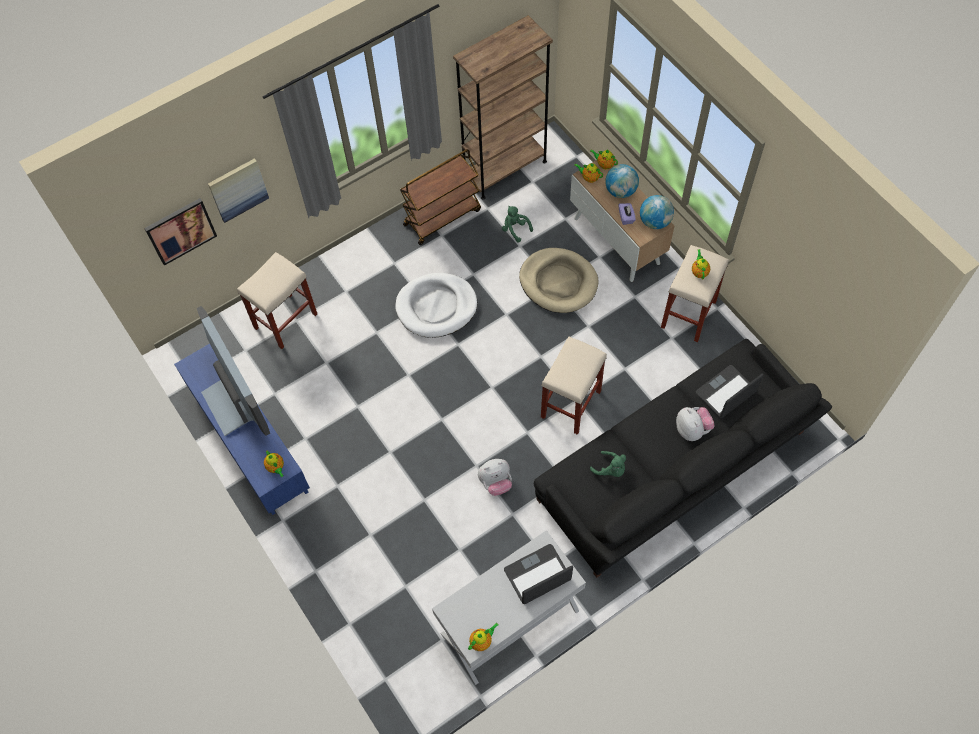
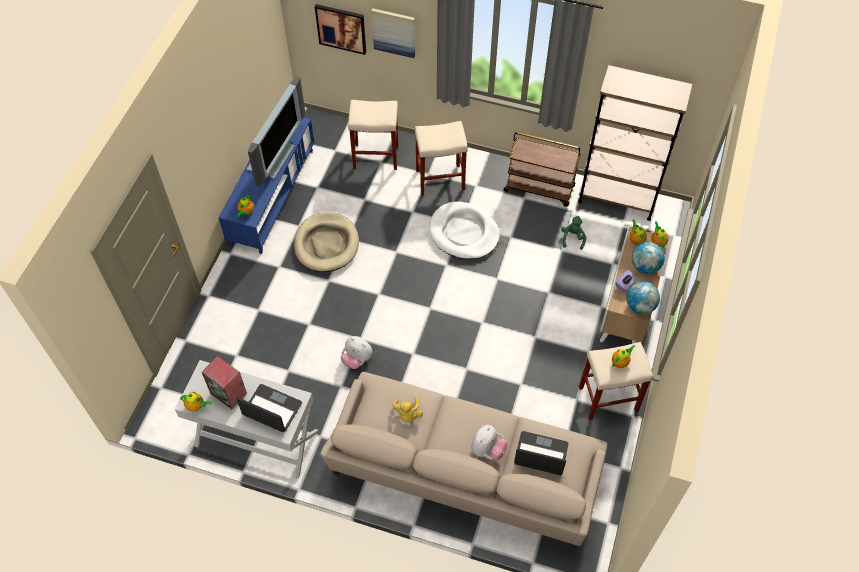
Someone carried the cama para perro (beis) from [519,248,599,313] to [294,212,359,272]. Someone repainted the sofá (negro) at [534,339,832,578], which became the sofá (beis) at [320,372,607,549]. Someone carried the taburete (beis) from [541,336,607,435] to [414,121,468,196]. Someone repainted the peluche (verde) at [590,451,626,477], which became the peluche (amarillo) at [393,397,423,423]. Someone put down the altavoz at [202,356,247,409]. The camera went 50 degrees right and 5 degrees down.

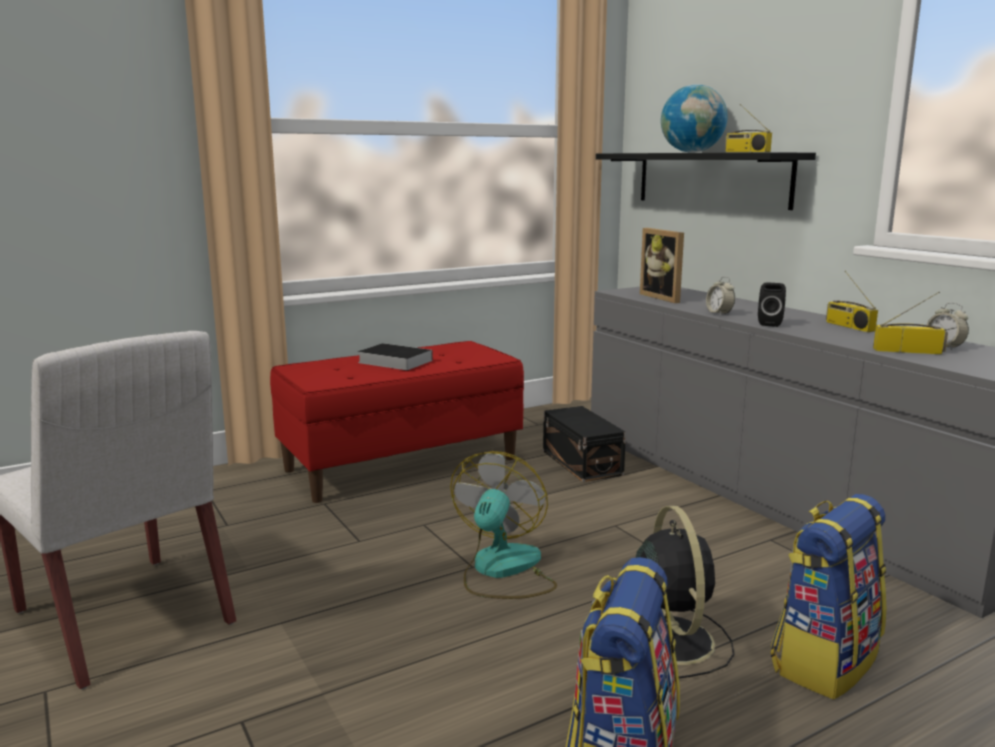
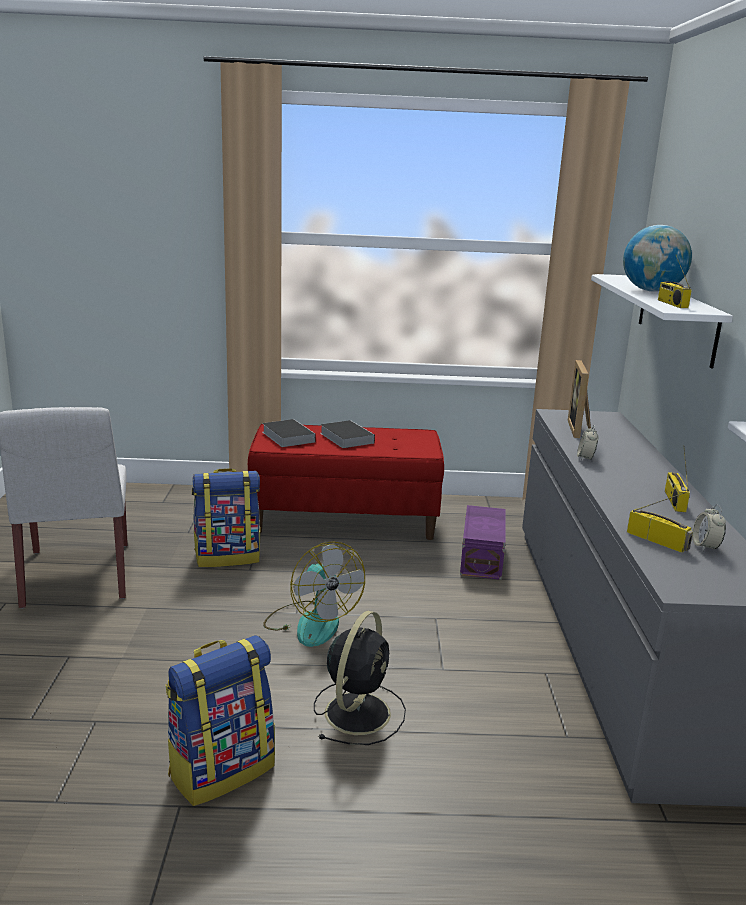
Someone rotated the ventilador at [450,451,557,599] by 105 degrees clockwise. Someone repainted the caja de almacenaje (negro) at [543,406,626,482], which became the caja de almacenaje (morado) at [460,505,506,580]. Someone repainted the estante (negro) at [596,152,816,210], which became the estante (blanco) at [591,274,733,368]. Someone took away the altavoz (negro) at [758,282,786,327]. Someone carried the mochila from [771,494,886,700] to [192,468,260,567]. Someone put down the libro at [262,419,316,447]. The camera went 30 degrees right and 5 degrees up.

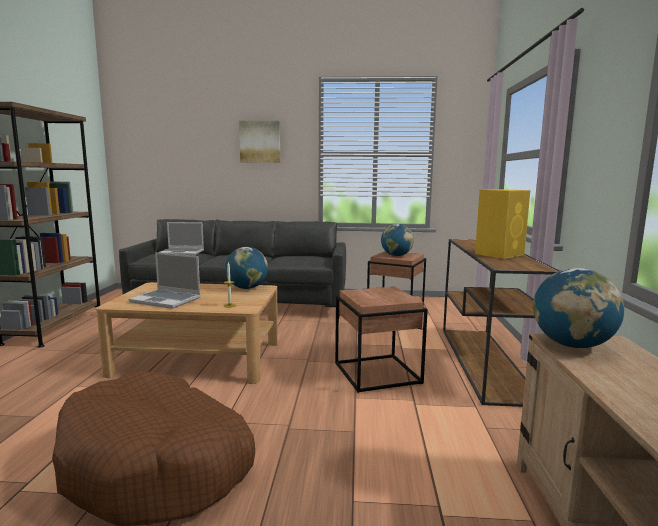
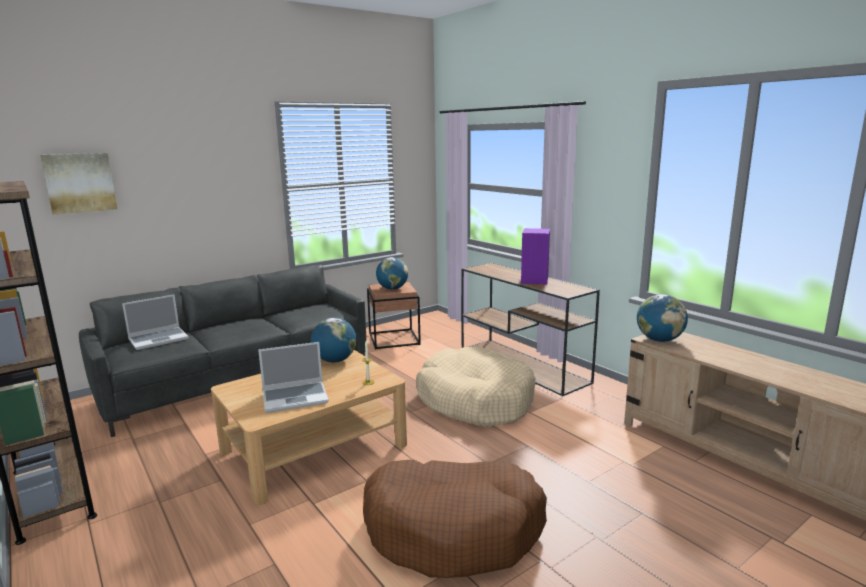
Someone carried the cuadro from [239,121,280,163] to [40,153,117,214]. Someone swapped the mesa auxiliar (marrón) at [335,287,428,393] for the cama para perro (beis) at [416,347,536,427]. Someone repainted the altavoz (amarillo) at [475,189,530,259], which became the altavoz (morado) at [521,228,550,285]. The camera went 40 degrees left and 5 degrees up.

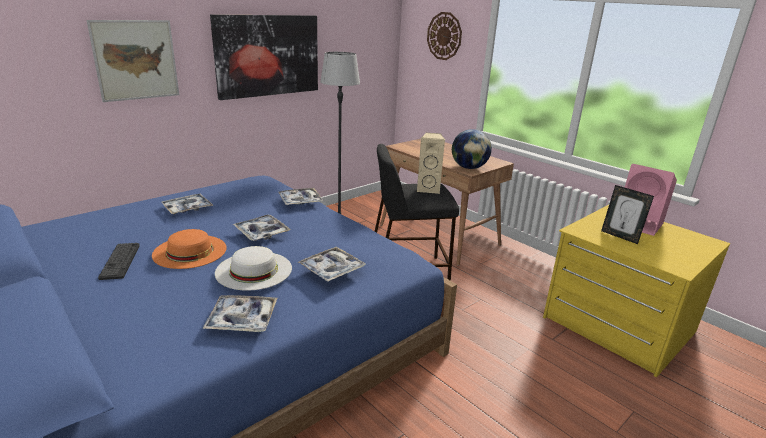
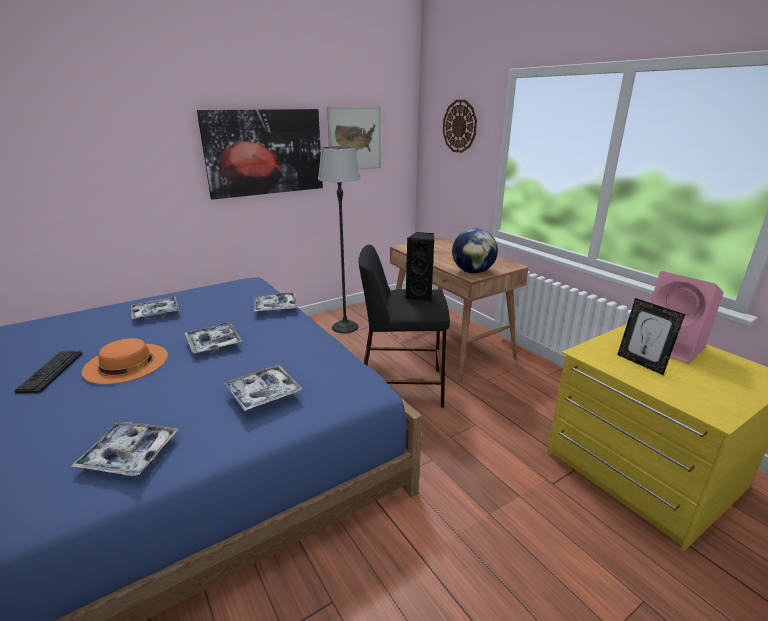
Someone carried the cuadro from [87,20,179,102] to [327,107,381,170]. Someone took away the sombrero (blanco) at [215,246,292,291]. Someone repainted the altavoz (beis) at [417,133,445,194], which became the altavoz (negro) at [406,232,434,302]. The camera went 10 degrees right and 0 degrees up.

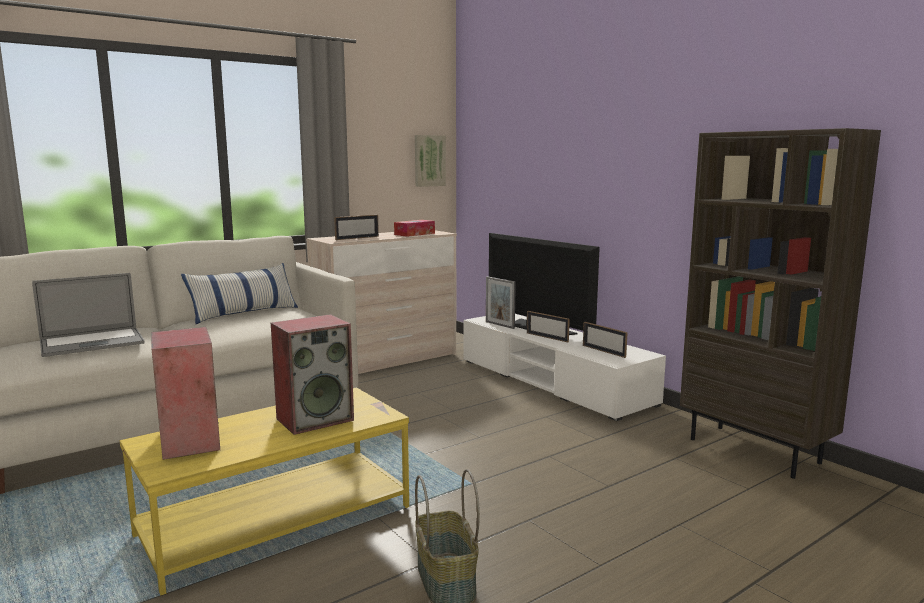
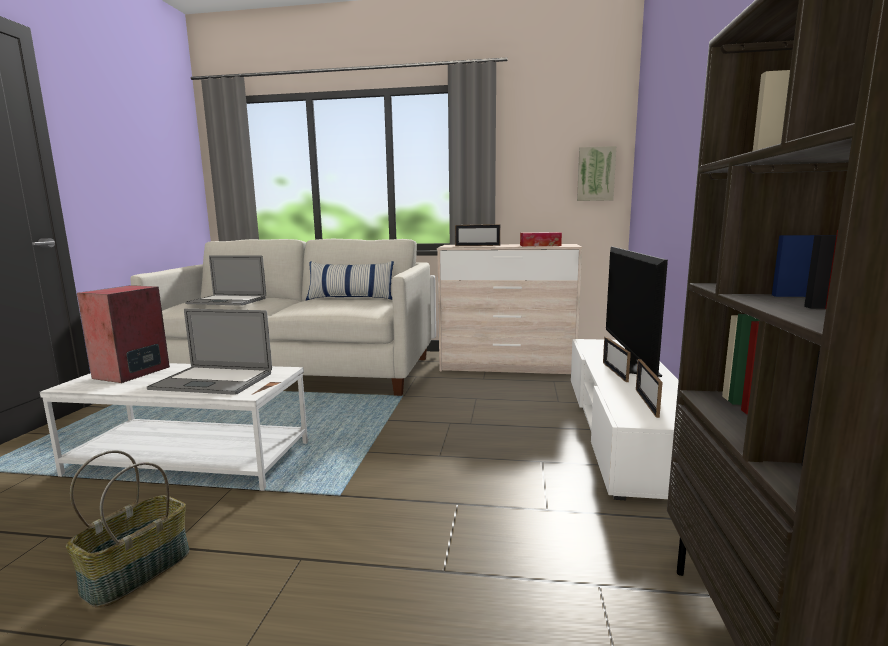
Someone repainted the mesa de centro (amarillo) at [120,387,409,596], which became the mesa de centro (blanco) at [40,363,308,491]. Someone swapped the altavoz at [271,314,354,435] for the portátil at [147,309,272,395]. Someone took away the portarretratos at [486,276,516,329]. The camera went 45 degrees right and 0 degrees up.

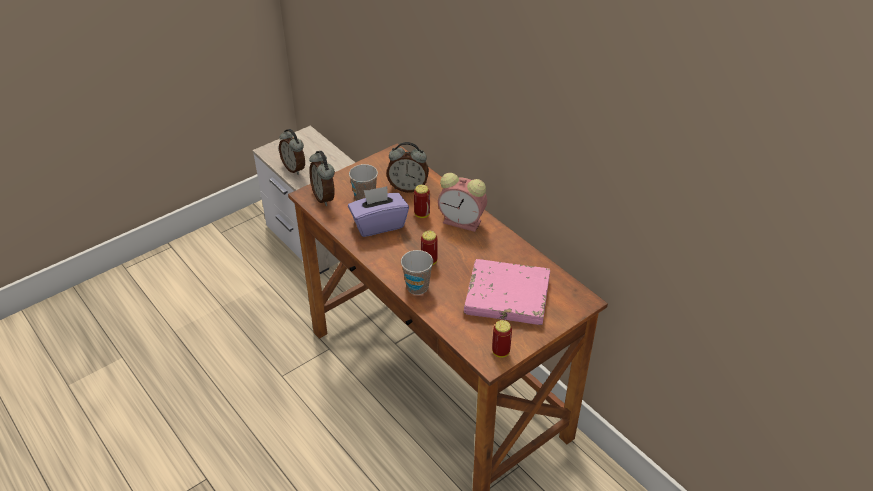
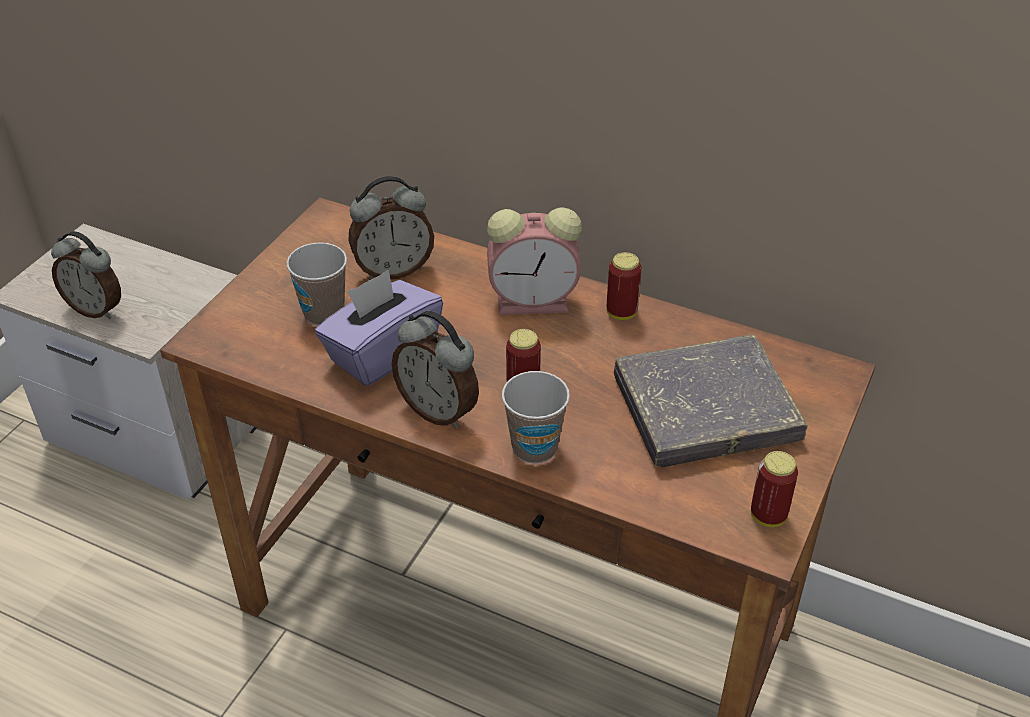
Someone carried the despertador from [309,151,335,206] to [392,311,479,429]. Someone carried the lata from [414,185,430,218] to [607,252,642,320]. Someone repainted the libro (rosa) at [464,259,550,325], which became the libro (gris) at [614,334,807,467]. The camera went 25 degrees left and 0 degrees up.

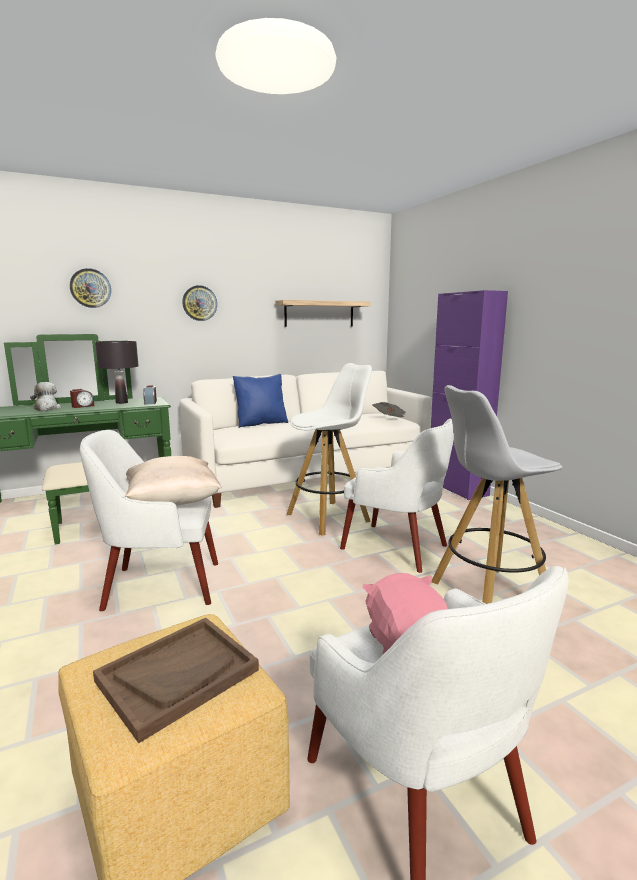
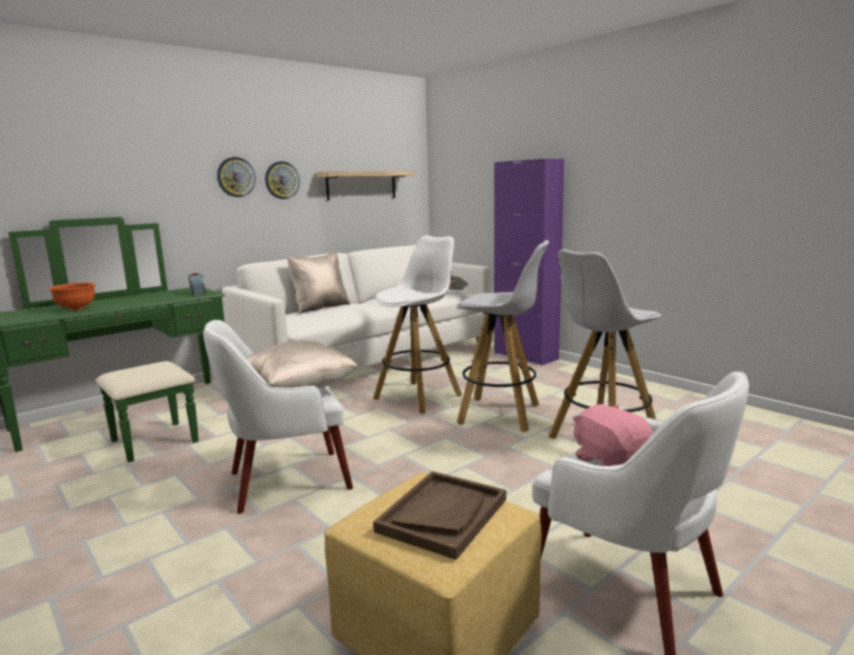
Someone swapped the peluche at [30,382,61,412] for the cuenco (naranja) at [49,283,95,310]. Someone carried the reloj de pared from [70,268,111,308] to [265,161,300,199]. Someone took away the despertador at [70,389,94,408]. Someone took away the lámpara de mesa (negro) at [95,341,139,404]. Someone repainted the cojín (azul) at [233,374,289,428], which became the cojín (beis) at [287,252,350,314]. Someone swapped the sillón (blanco) at [340,419,454,573] for the taburete (blanco) at [457,240,549,432]. The camera went 15 degrees left and 0 degrees up.

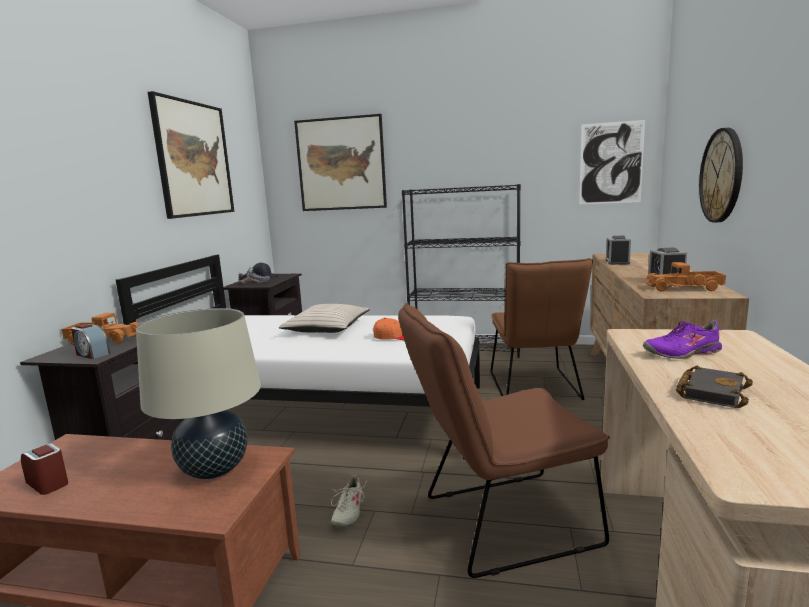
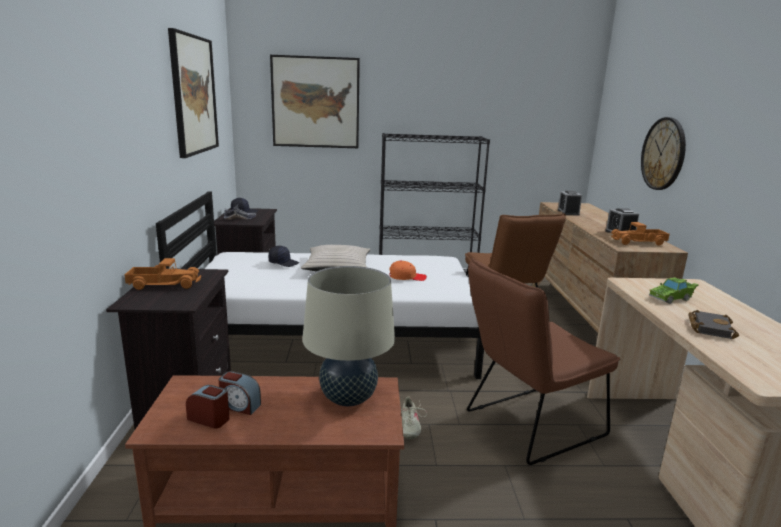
Someone carried the despertador from [71,324,110,359] to [218,371,261,415]. Someone took away the cuadro at [579,120,645,205]. Someone swapped the zapato (morado) at [643,320,724,359] for the coche de juguete (verde) at [649,277,699,304]. Someone put down the gorra (negro) at [269,246,300,267]. The camera went 15 degrees left and 5 degrees up.

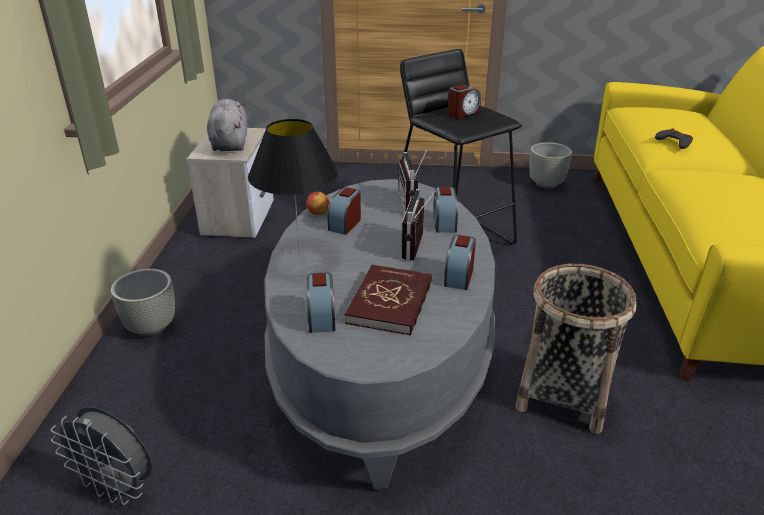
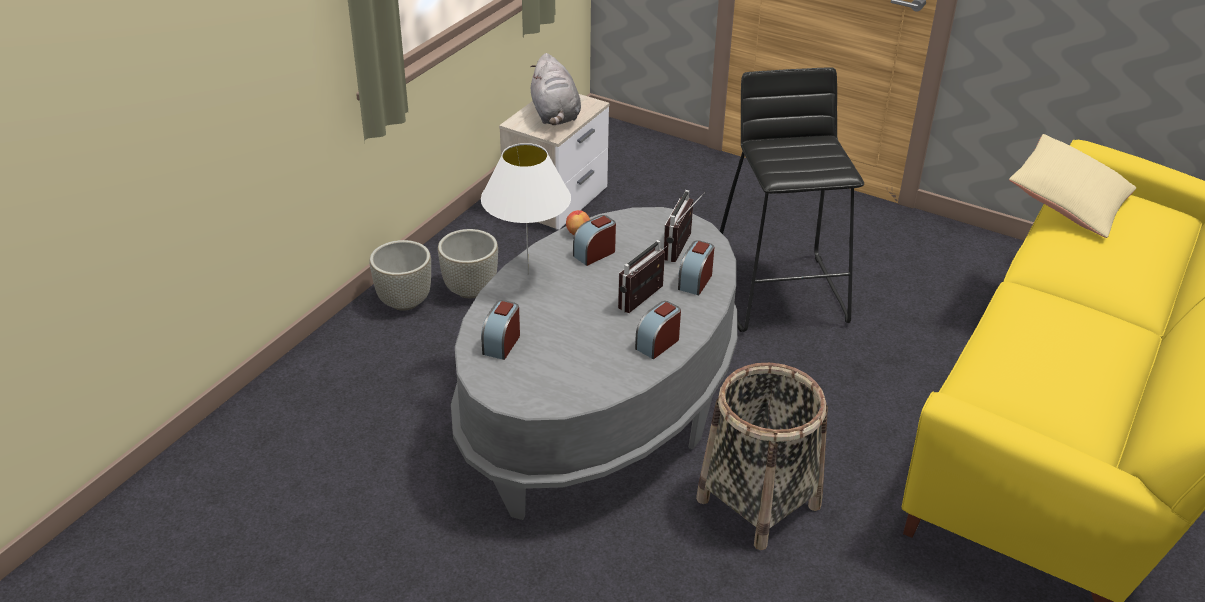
Someone took away the ventilador (gris) at [51,407,152,505]. Someone rotated the peluche (gris) at [207,99,247,151] by 150 degrees clockwise. Someone repainted the lámpara de mesa (negro) at [248,119,338,254], which became the lámpara de mesa (blanco) at [481,143,571,275]. Someone took away the libro (rojo) at [344,265,432,335]. Someone took away the despertador at [448,85,481,118]. Someone carried the maceta (gris) from [529,142,572,189] to [438,229,498,298]. Someone took away the mando de consola (gris) at [655,128,693,149]. Someone put down the cojín (beis) at [1009,134,1136,238]. The camera went 25 degrees right and 5 degrees up.

